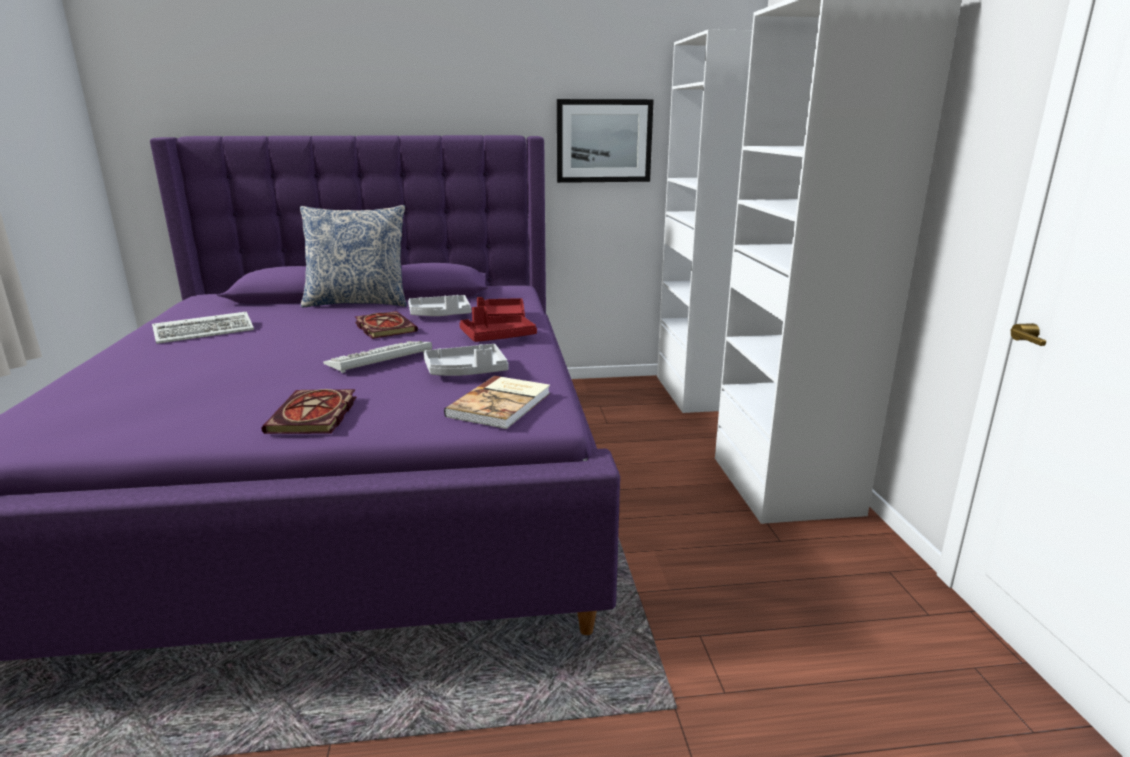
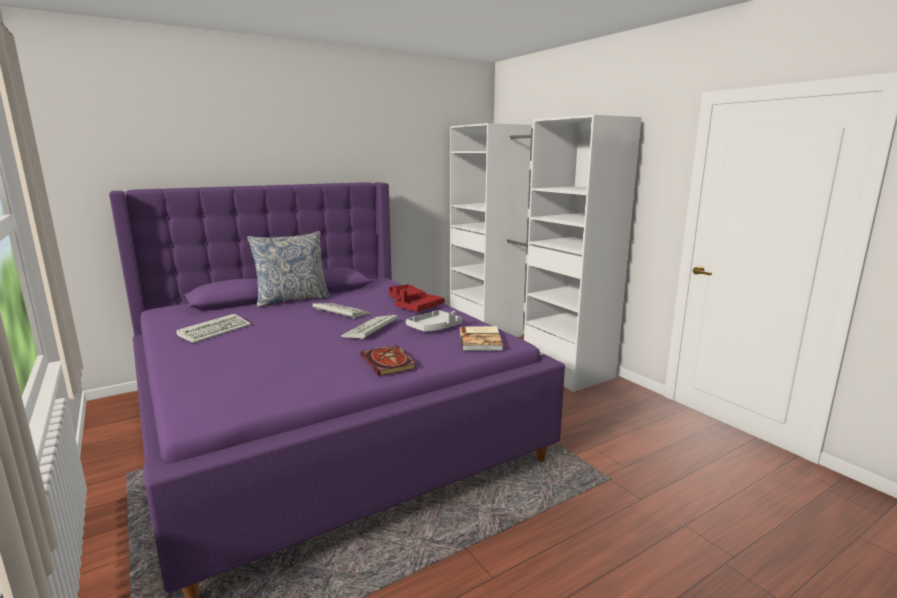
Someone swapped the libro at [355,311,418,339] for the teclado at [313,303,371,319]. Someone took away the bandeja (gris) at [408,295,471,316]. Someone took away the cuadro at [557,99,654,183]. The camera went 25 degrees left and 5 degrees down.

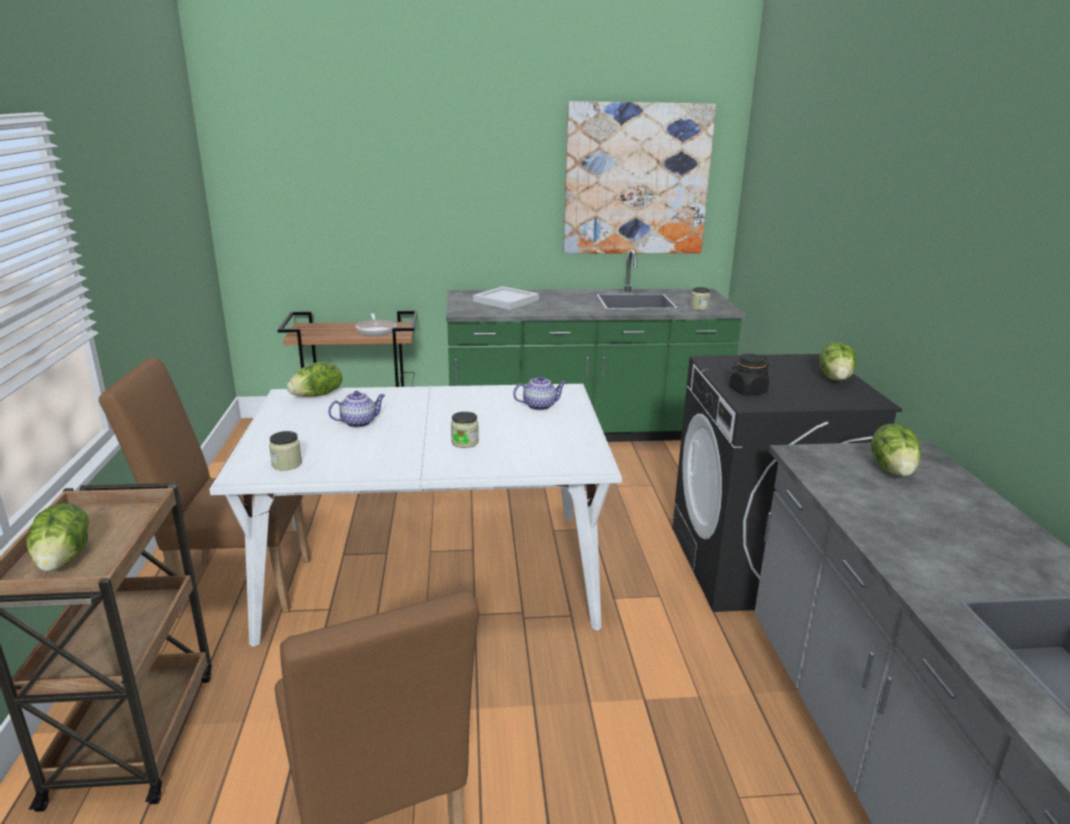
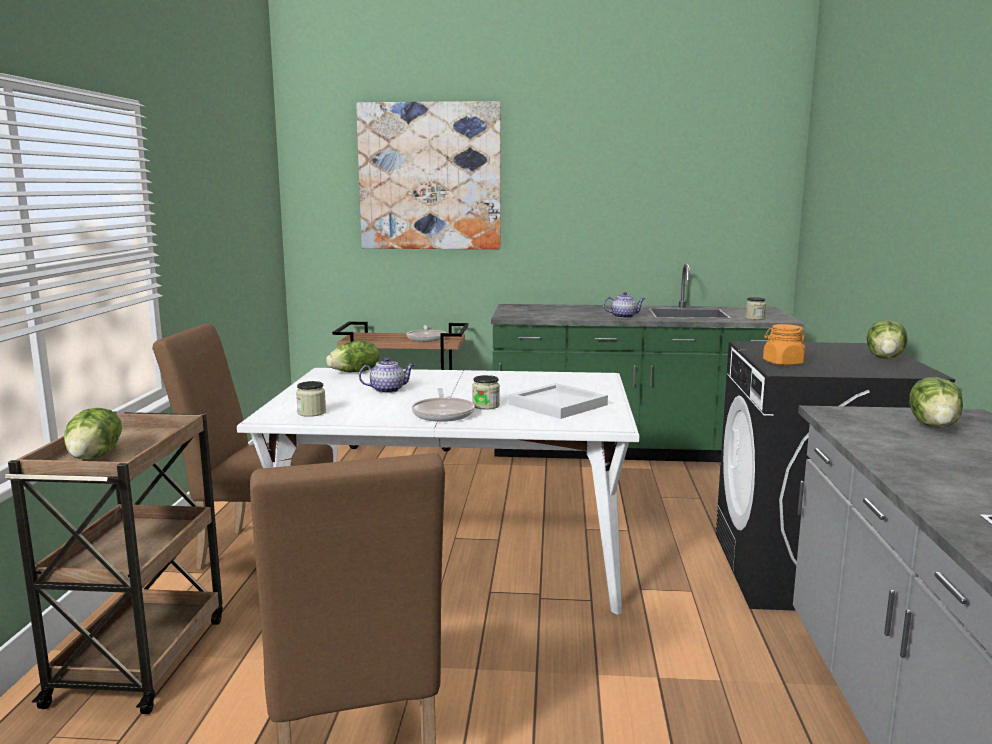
Someone carried the bandeja (blanco) from [473,286,539,310] to [508,383,608,419]. Someone carried the tetera from [513,376,566,410] to [603,292,645,318]. Someone carried the cuadro from [563,101,716,254] to [356,101,501,249]. Someone repainted the tarro (negro) at [729,354,769,396], which became the tarro (naranja) at [763,324,805,366]. Someone put down the sartén at [411,388,475,422]. The camera went 10 degrees right and 10 degrees down.

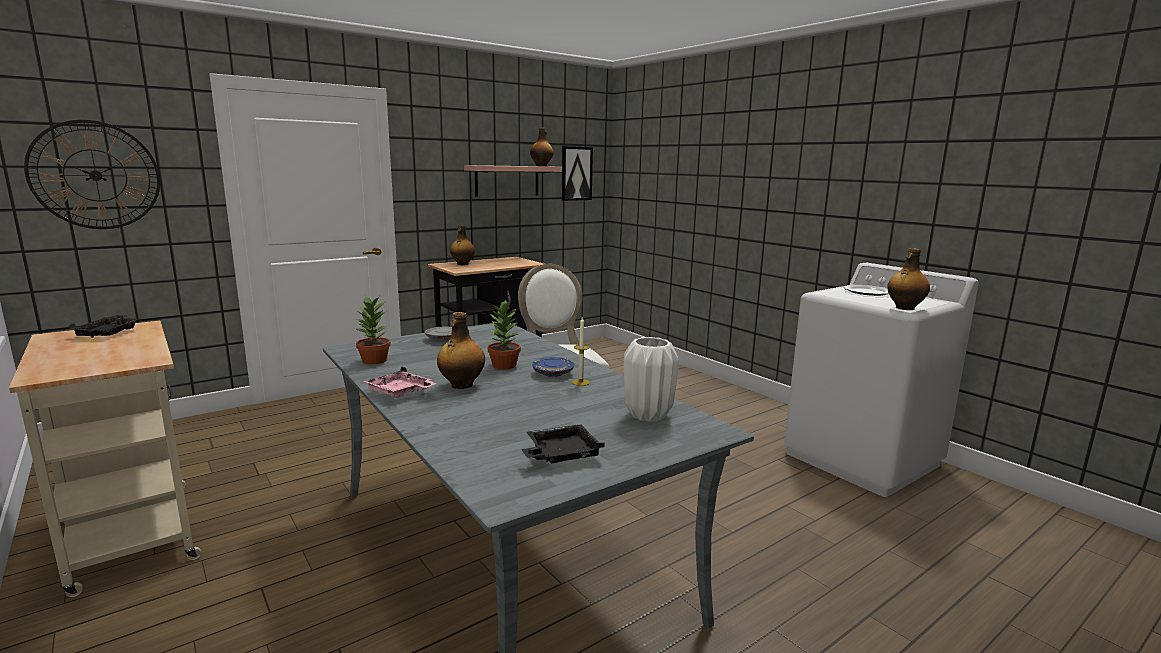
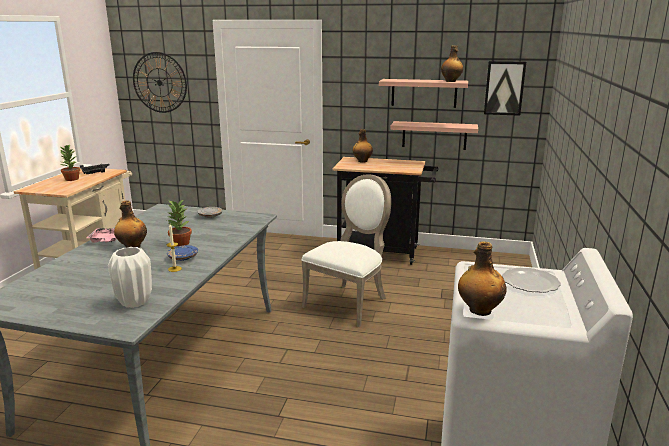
Someone carried the planta en maceta from [353,297,391,364] to [59,144,80,181]. Someone took away the bandeja (negro) at [521,424,605,463]. Someone put up the estante at [390,121,478,150]. The camera went 50 degrees right and 5 degrees up.

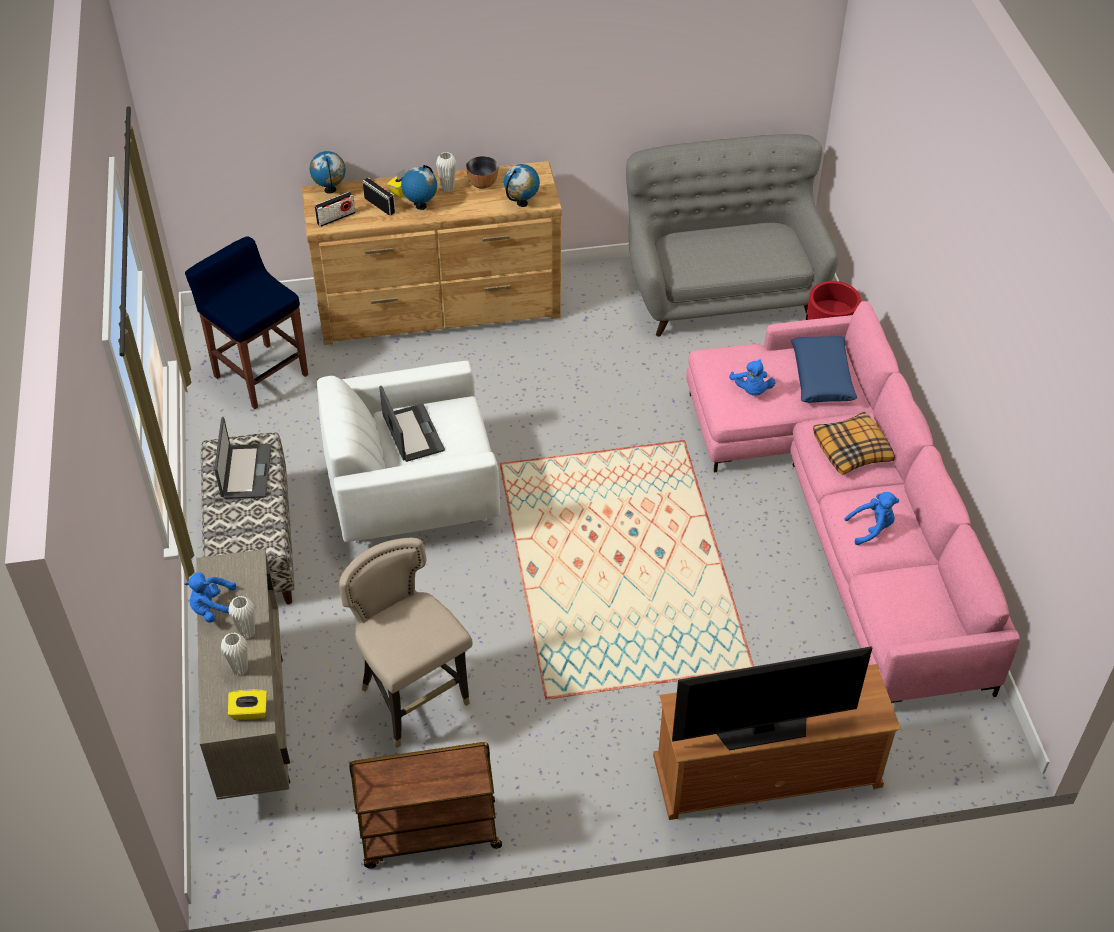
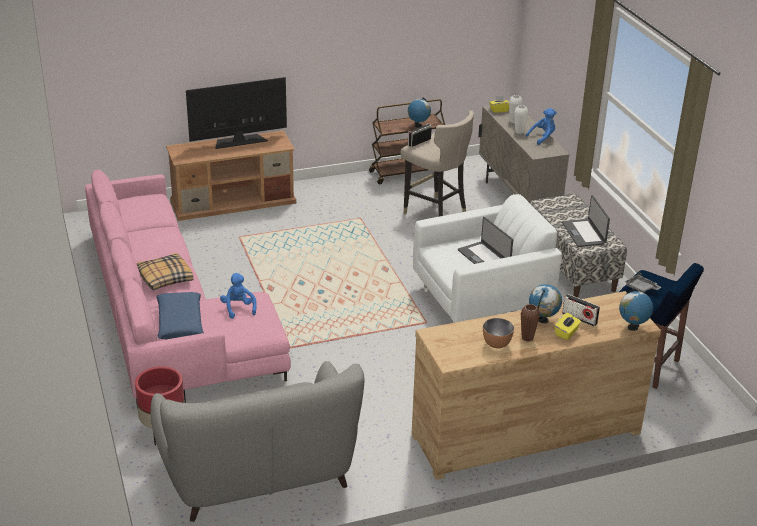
Someone carried the radio from [314,191,356,227] to [408,124,432,147]. Someone repainted the florero (blanco) at [436,152,456,192], which became the florero (marrón) at [521,304,540,342]. Someone carried the globo terráqueo from [504,164,540,207] to [408,97,431,128]. Someone took away the peluche (azul) at [844,492,899,545]. Someone put down the bandeja (gris) at [625,273,661,293]. The camera went 170 degrees right and 15 degrees down.

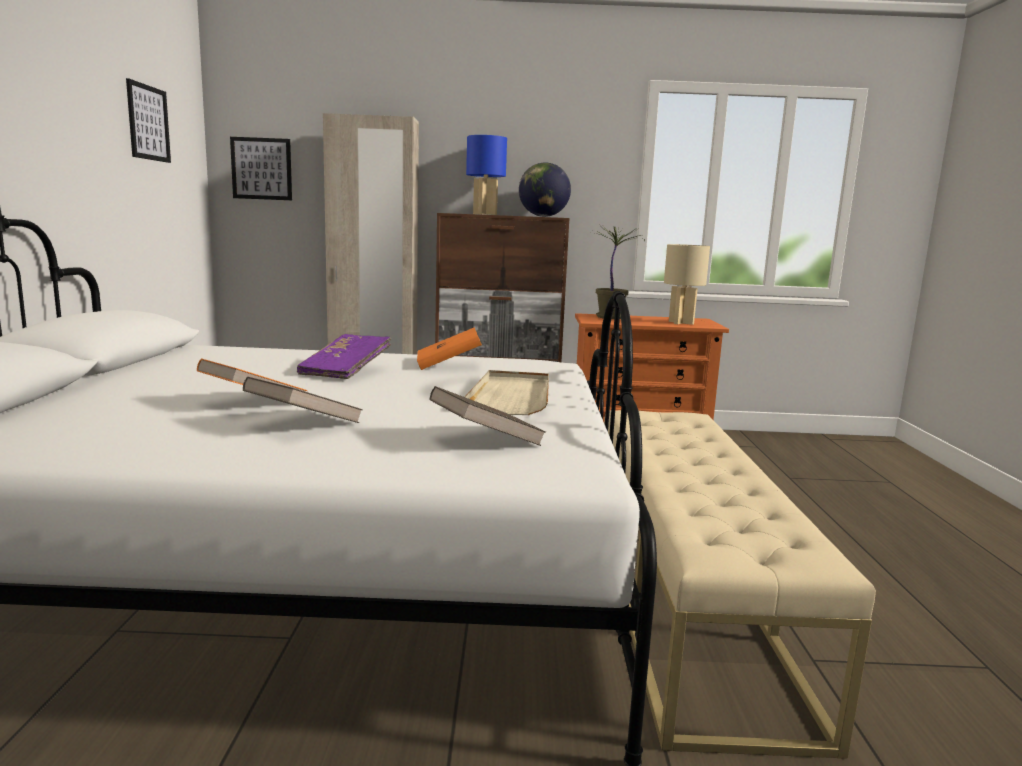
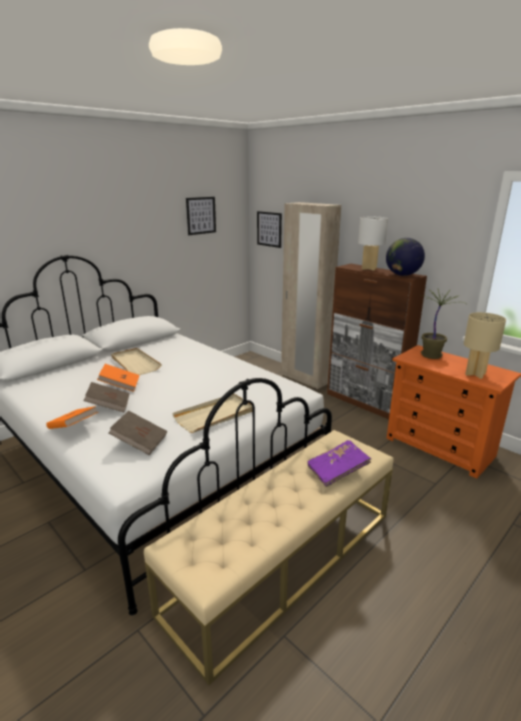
Someone carried the libro (morado) from [297,334,391,379] to [307,440,371,487]. Someone carried the libro (naranja) from [417,327,482,370] to [46,406,98,429]. Someone repainted the lámpara de mesa (azul) at [466,135,507,215], which became the lámpara de mesa (blanco) at [358,217,388,270]. Someone put down the bandeja (beis) at [111,348,162,375]. The camera went 45 degrees right and 10 degrees up.

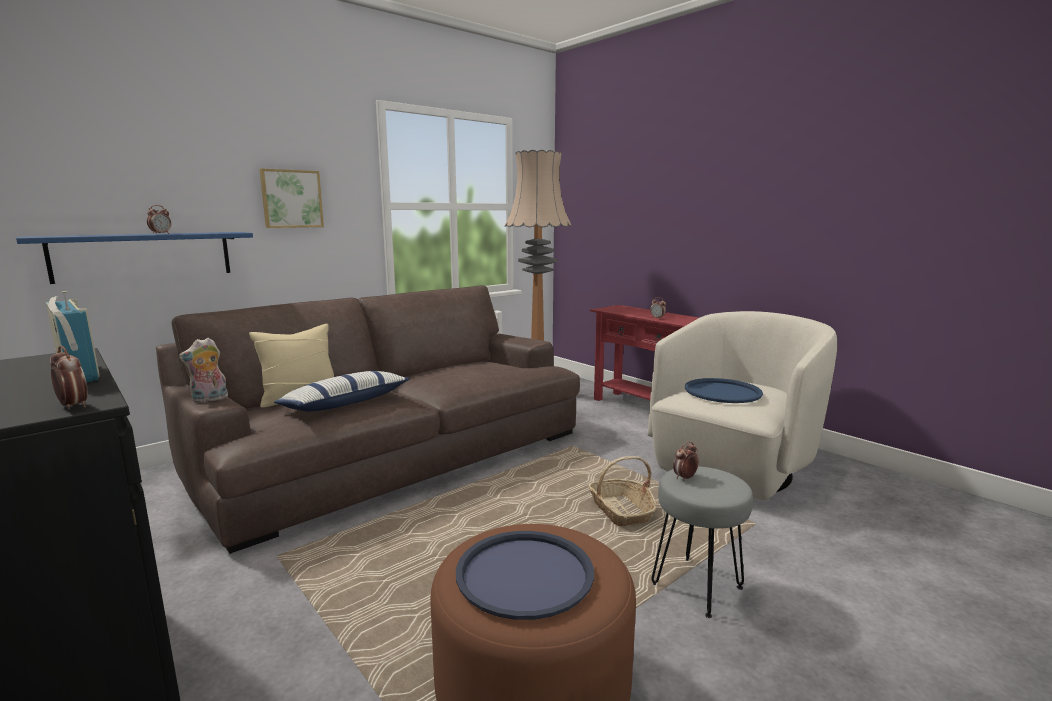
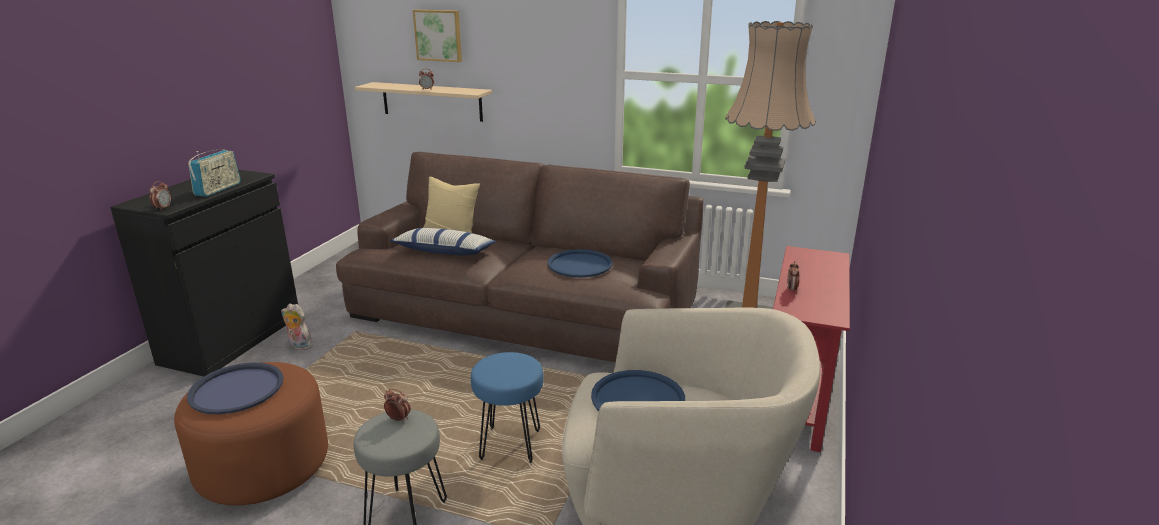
Someone repainted the estante (azul) at [16,232,253,284], which became the estante (beis) at [355,82,492,122]. Someone carried the peluche from [179,338,228,403] to [281,303,313,350]. Someone carried the cuadro from [260,168,324,228] to [413,10,462,62]. Someone swapped the cesta at [589,456,657,526] for the taburete (azul) at [471,352,544,463]. Someone put down the bandeja (azul) at [548,249,613,277]. The camera went 60 degrees right and 10 degrees up.

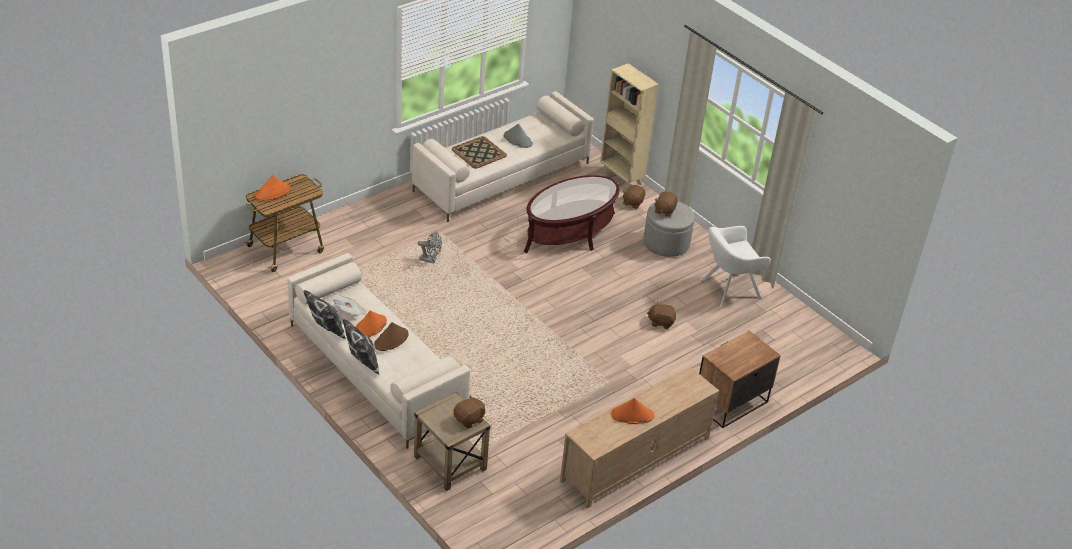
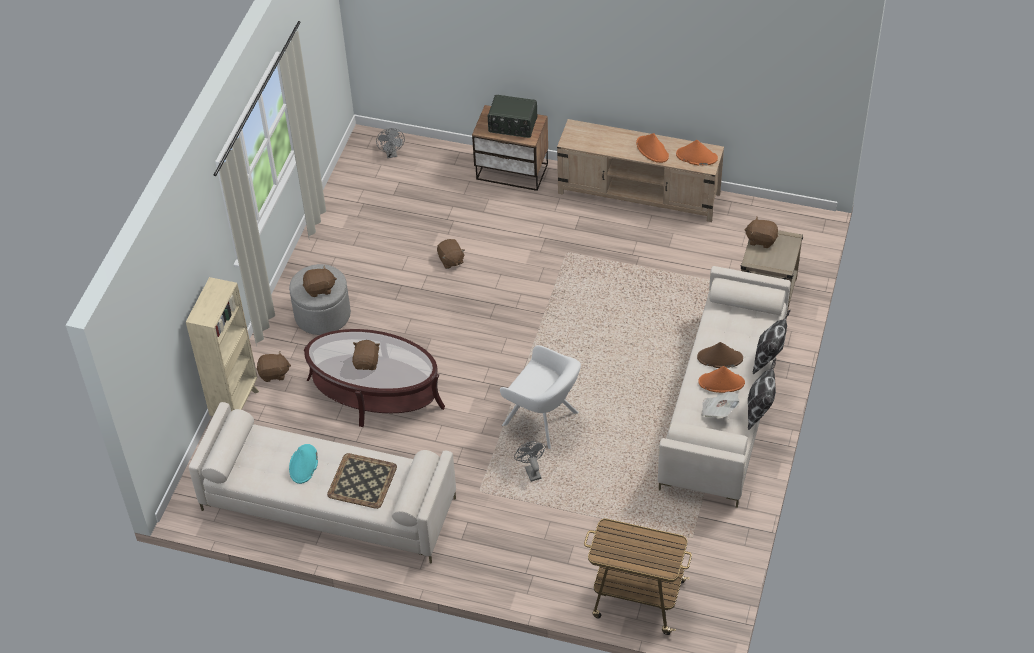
Someone carried the sombrero (naranja) from [255,175,291,200] to [676,140,718,165]. Someone repainted the sombrero (gris) at [504,124,533,148], which became the sombrero (turquesa) at [289,444,318,484]. Someone carried the sillón (blanco) from [701,226,771,308] to [500,345,581,449]. Someone put down the peluche (marrón) at [352,340,380,370]. Someone put down the ventilador (gris) at [376,128,405,158]. Someone put down the radio at [488,95,537,138]. The camera went 120 degrees left and 10 degrees up.

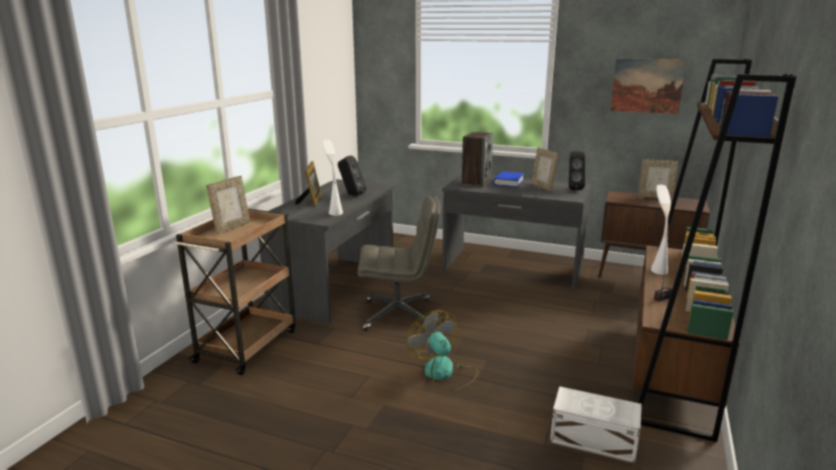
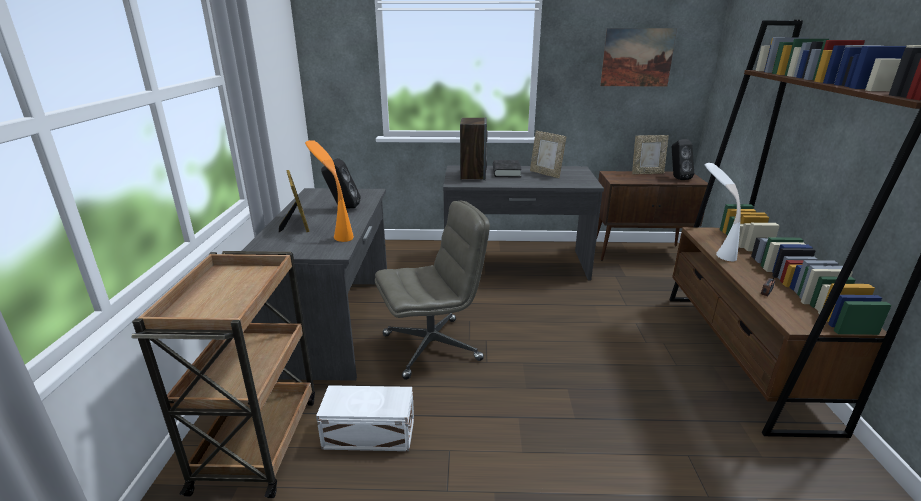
Someone took away the portarretratos at [206,176,250,234]. Someone repainted the lámpara de mesa (blanco) at [322,140,343,216], which became the lámpara de mesa (naranja) at [305,140,354,242]. Someone took away the ventilador at [407,310,478,391]. Someone repainted the libro (azul) at [493,171,524,187], which became the libro (negro) at [493,160,522,177]. Someone carried the caja de almacenaje (blanco) from [550,386,642,463] to [316,385,414,451]. Someone carried the altavoz (negro) from [569,151,585,190] to [672,139,694,180]. The camera went 20 degrees left and 5 degrees up.

